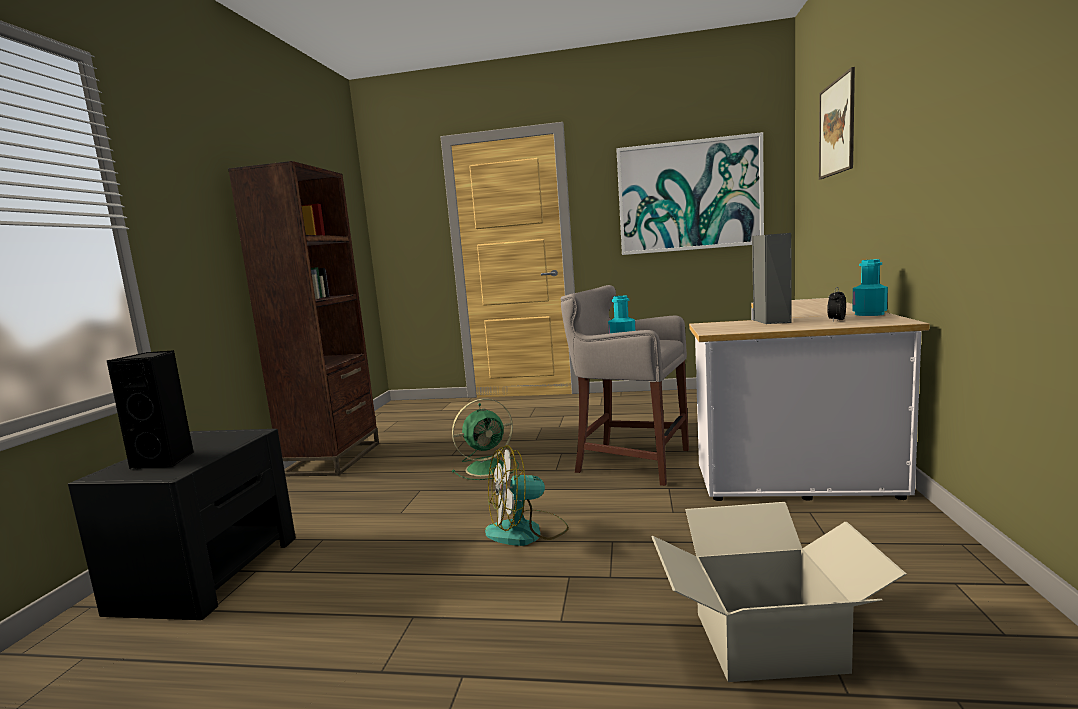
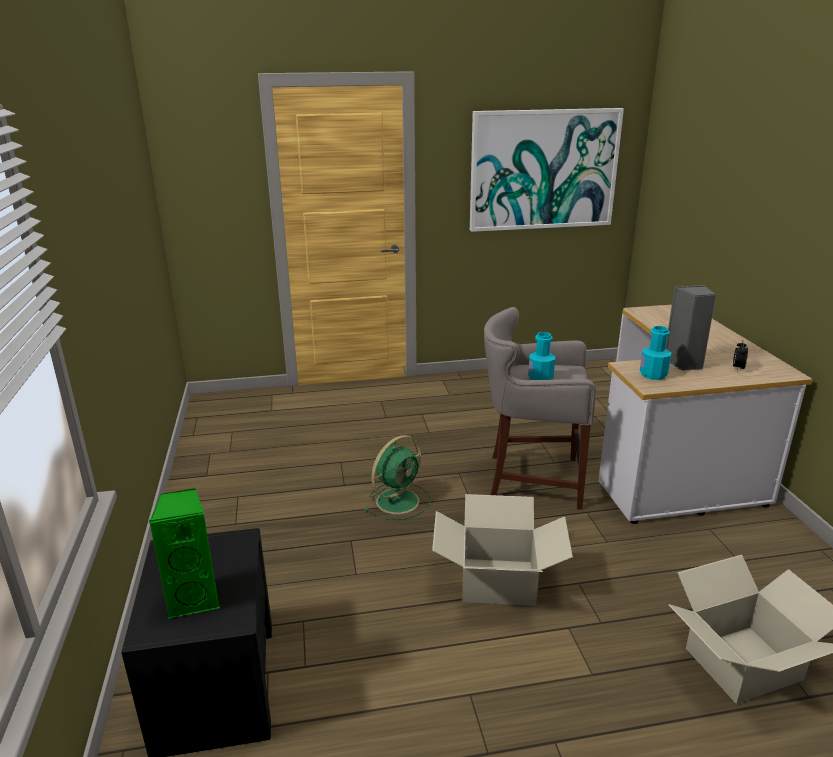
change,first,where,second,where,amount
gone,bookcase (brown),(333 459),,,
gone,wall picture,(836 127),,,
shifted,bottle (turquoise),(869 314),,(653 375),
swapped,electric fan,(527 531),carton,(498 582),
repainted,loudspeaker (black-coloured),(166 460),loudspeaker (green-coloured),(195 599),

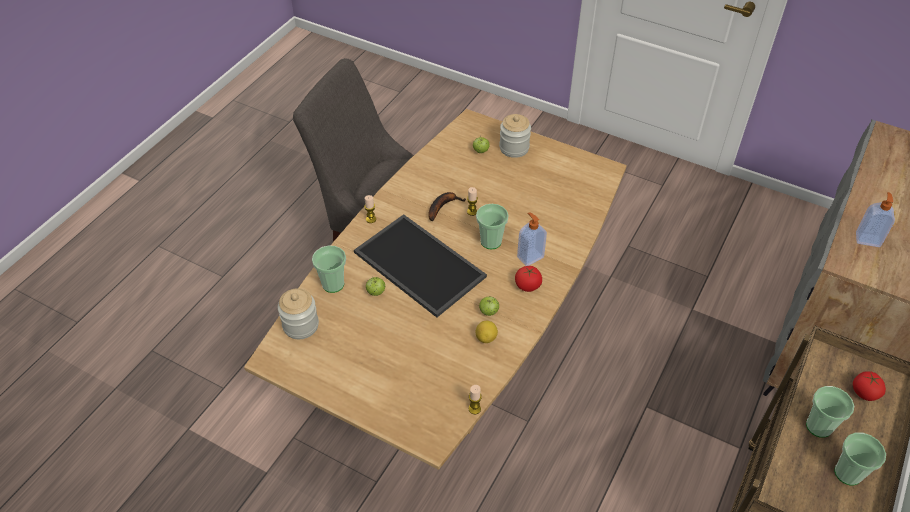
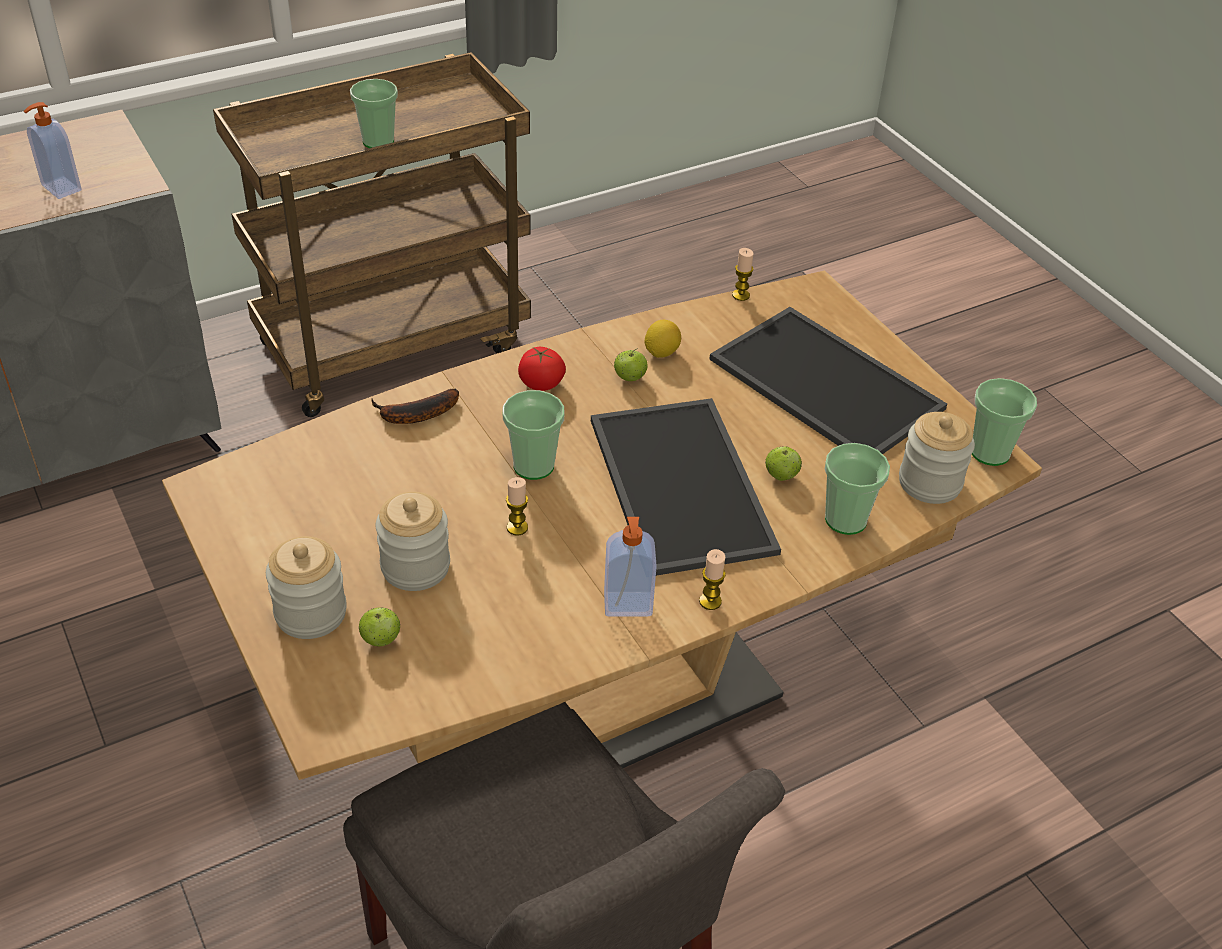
change,first,where,second,where,amount
gone,tomato,(864 393),,,
new,,,storage jar,(415 567),
new,,,serving tray,(821 384),
shifted,whole banana,(443 206),,(414 415),
shifted,soap dispenser,(529 256),,(628 606),
shifted,small cup,(847 473),,(990 452),

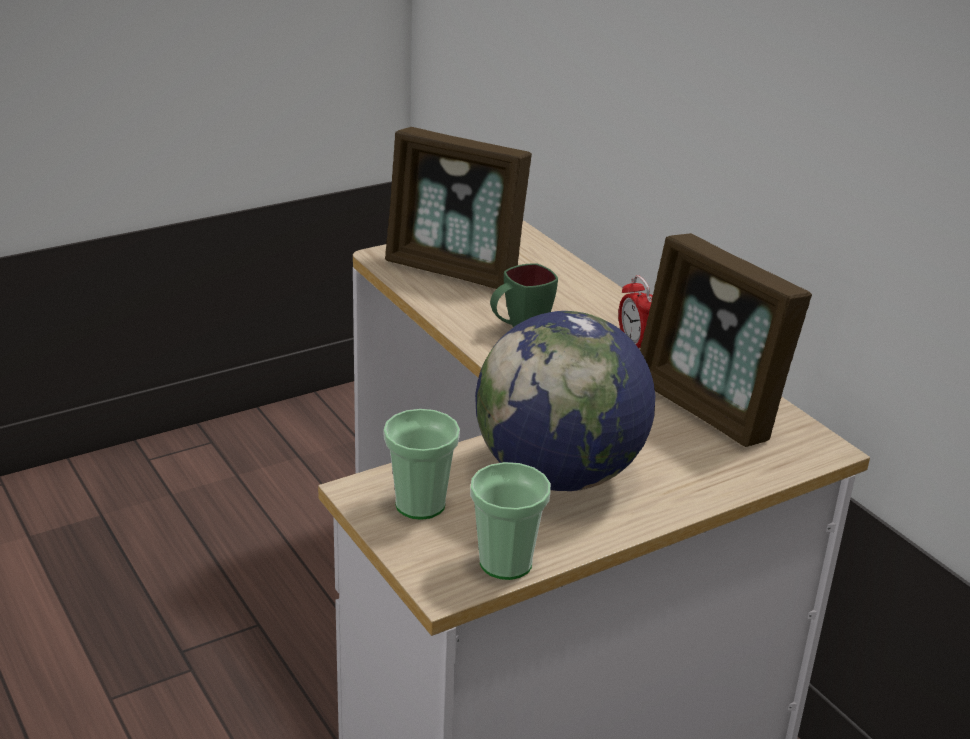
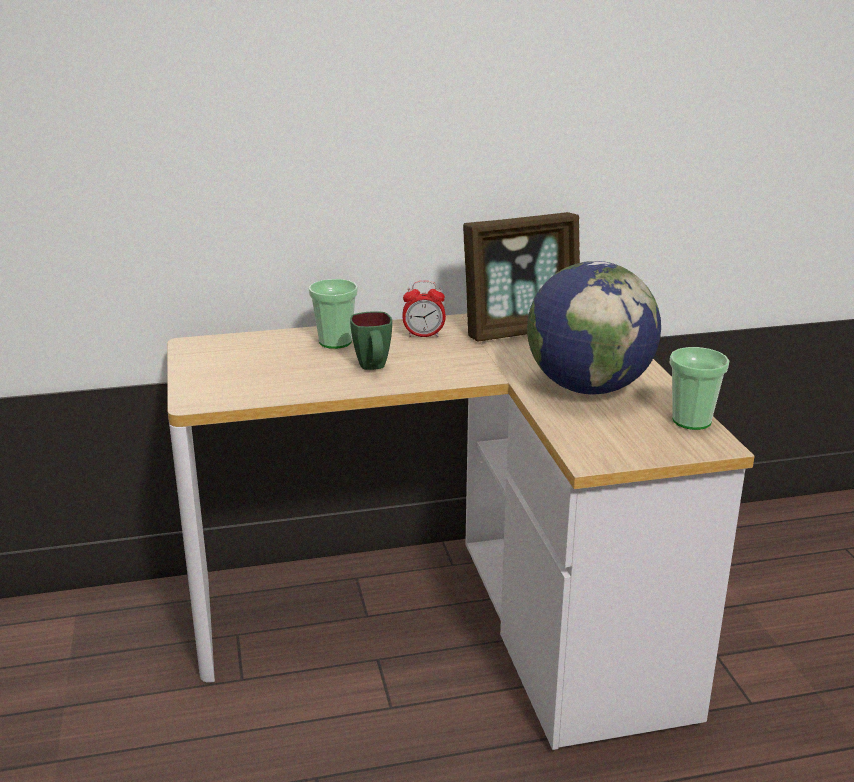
change,first,where,second,where,amount
gone,standing frame,(455 270),,,
shifted,small cup,(420 504),,(335 342),

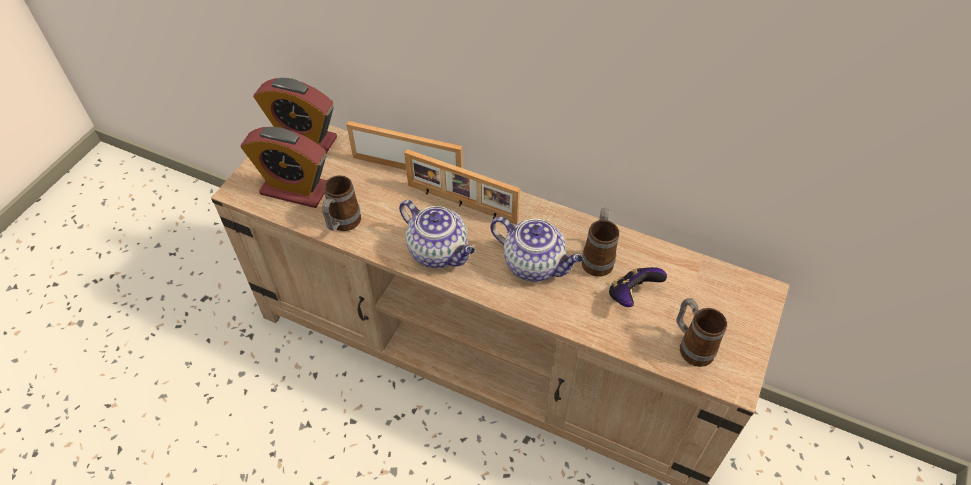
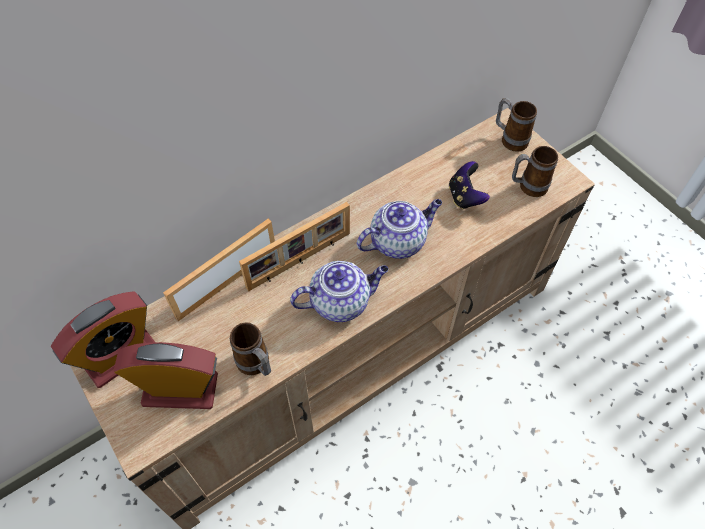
change,first,where,second,where,amount
shifted,coffee mug,(598 258),,(509 139),
rotated,bedside clock,(295 189),,(180 390),135 degrees counterclockwise

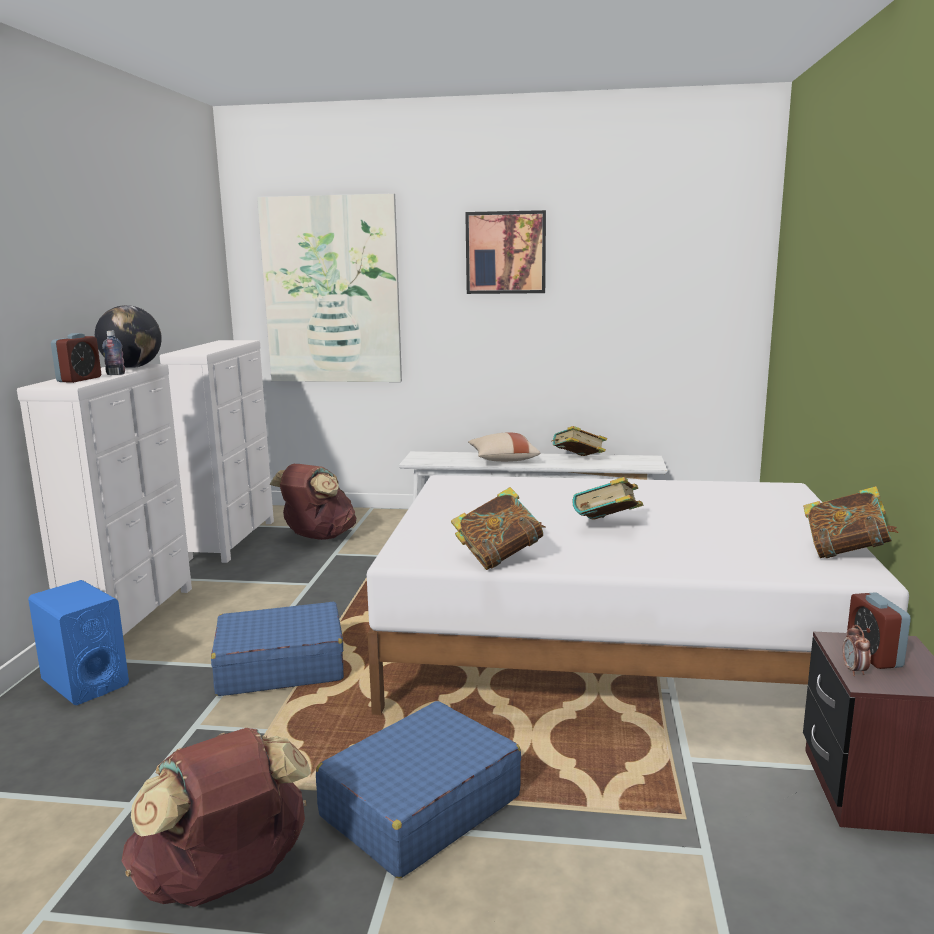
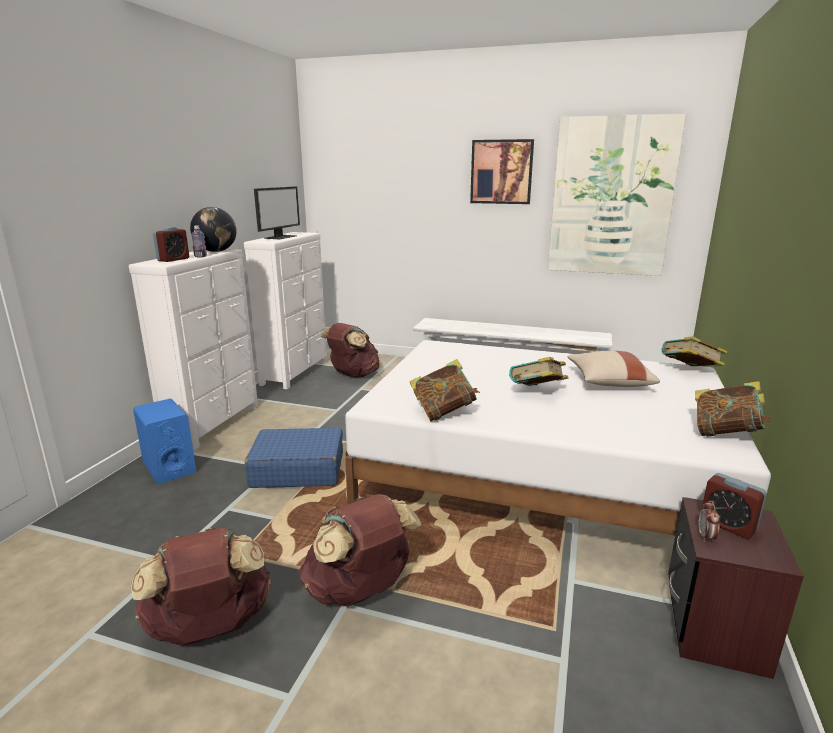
change,first,where,second,where,amount
new,,,monitor,(280 237),
shifted,wall picture,(331 290),,(611 197),
shifted,throw pillow (beige),(503 460),,(609 382),
shifted,book,(578 460),,(689 371),
swapped,suitcase (bluish),(419 806),rucksack (brown),(360 591),
rotated,bedside clock,(873 655),,(727 525),45 degrees counterclockwise

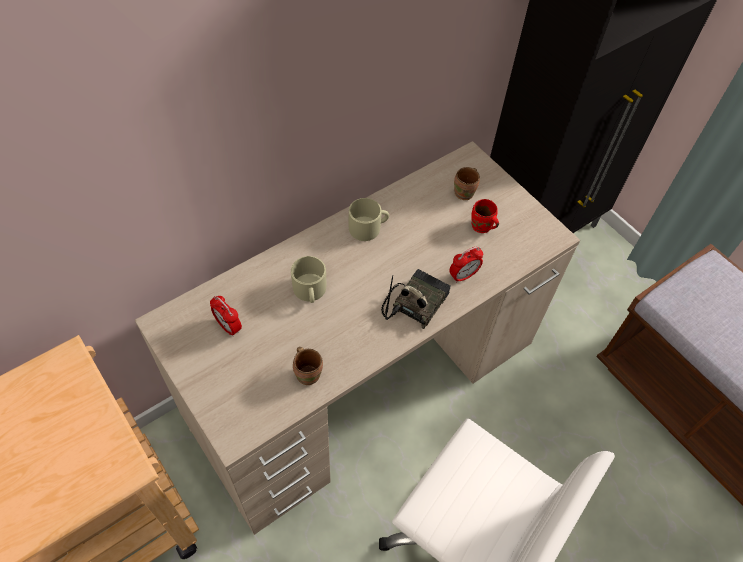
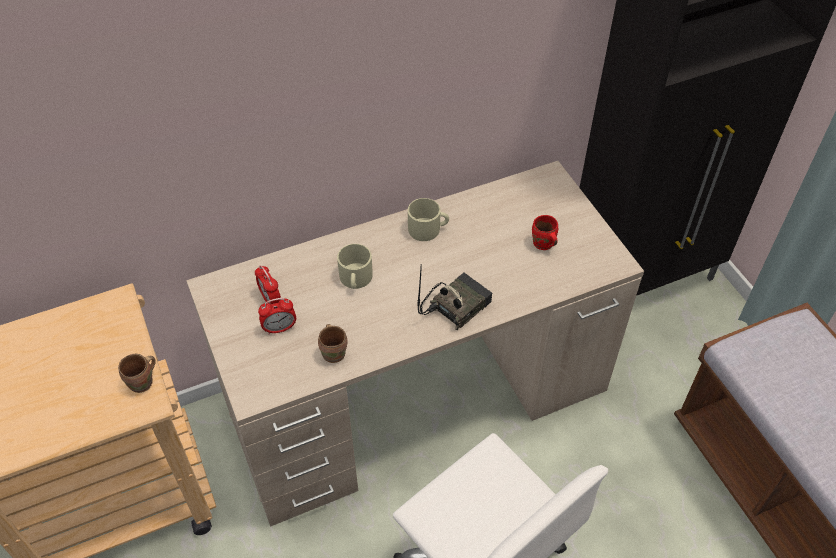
change,first,where,second,where,amount
shifted,bedside clock,(463 276),,(279 328),
shifted,coffee mug (brown),(465 193),,(143 383),

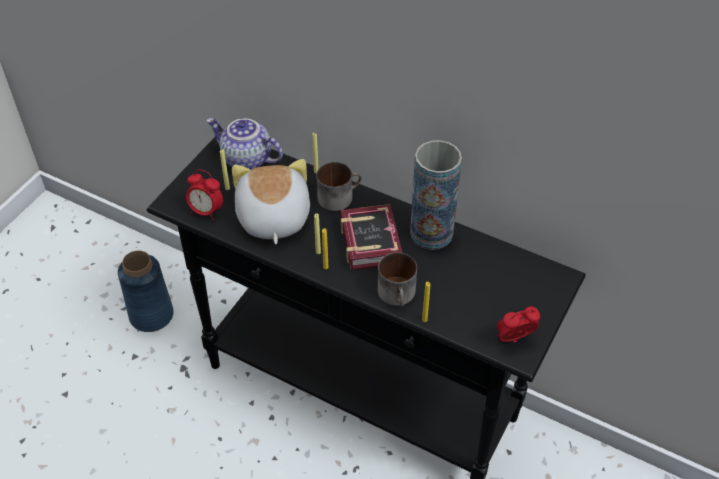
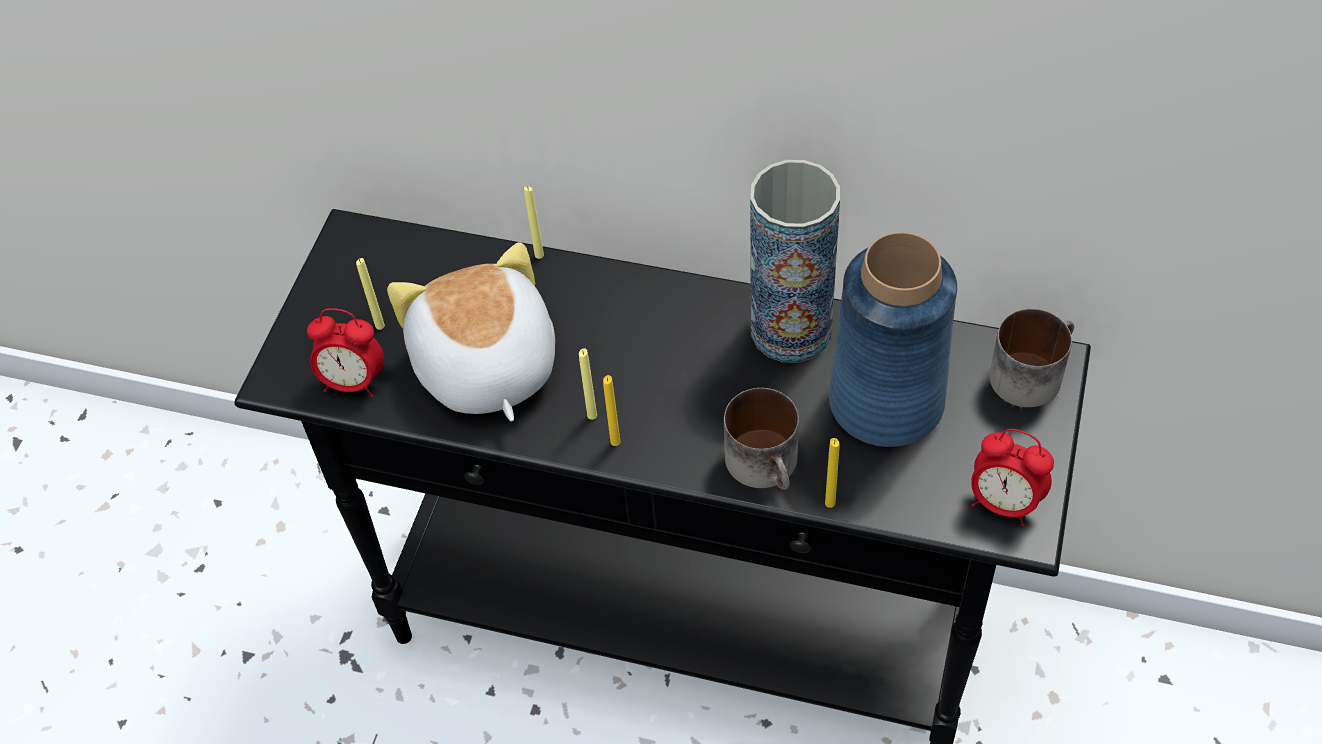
change,first,where,second,where,amount
gone,teapot,(245 160),,,
gone,book,(371 239),,,
shifted,decorative vase (bluish),(151 315),,(887 403),
shifted,coffee mug,(339 196),,(1030 371),
rotated,bedside clock,(514 339),,(1003 503),120 degrees counterclockwise

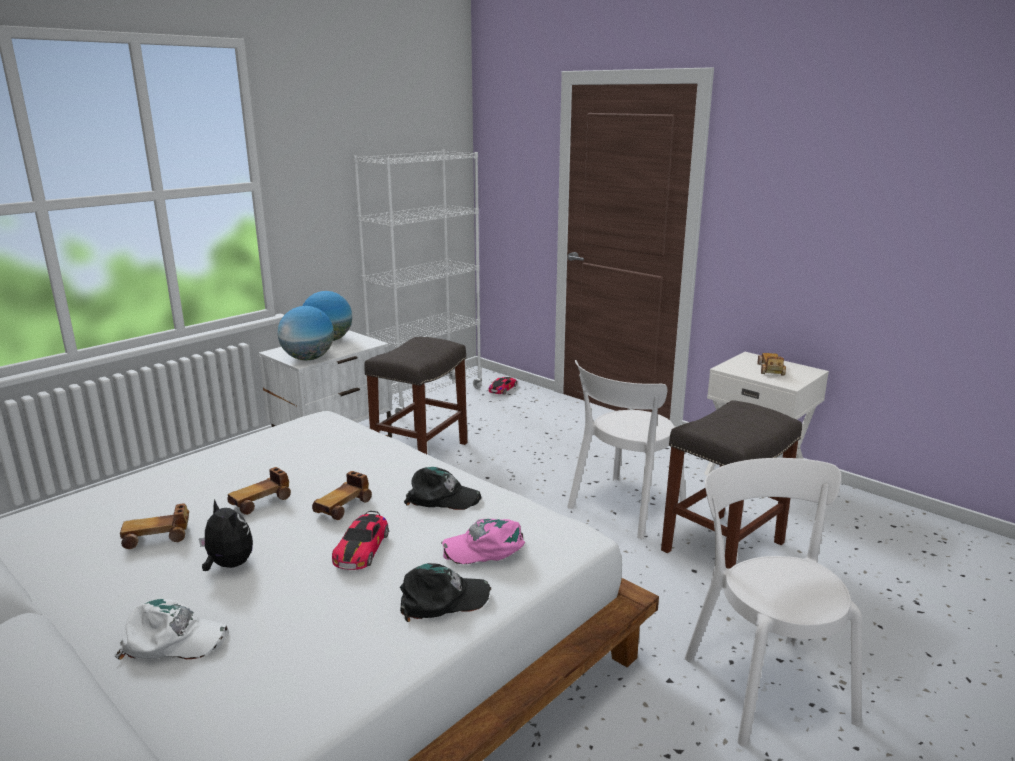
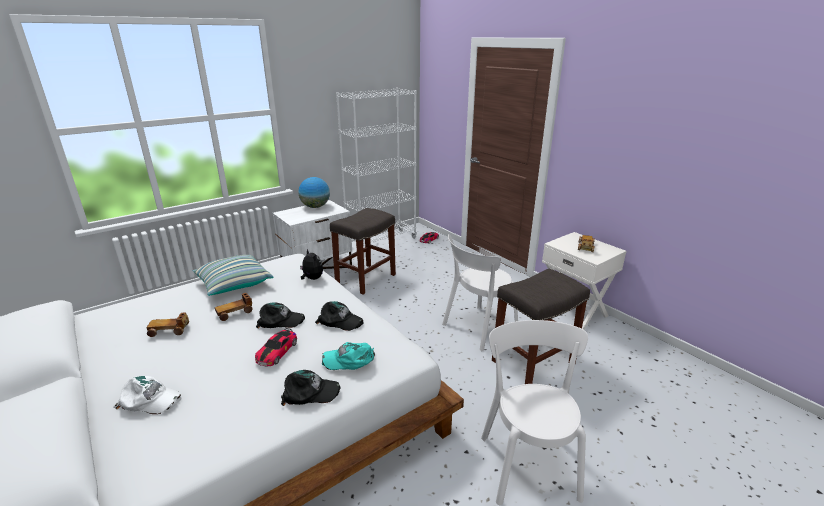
change,first,where,second,where,amount
gone,desk globe,(308 359),,,
new,,,throw pillow,(234 284),
shifted,soft toy,(228 565),,(312 278),
swapped,miniature car,(343 506),cap (black-coloured),(280 320),
repainted,cap (pinkish),(485 547),cap (turquoise),(349 359),

